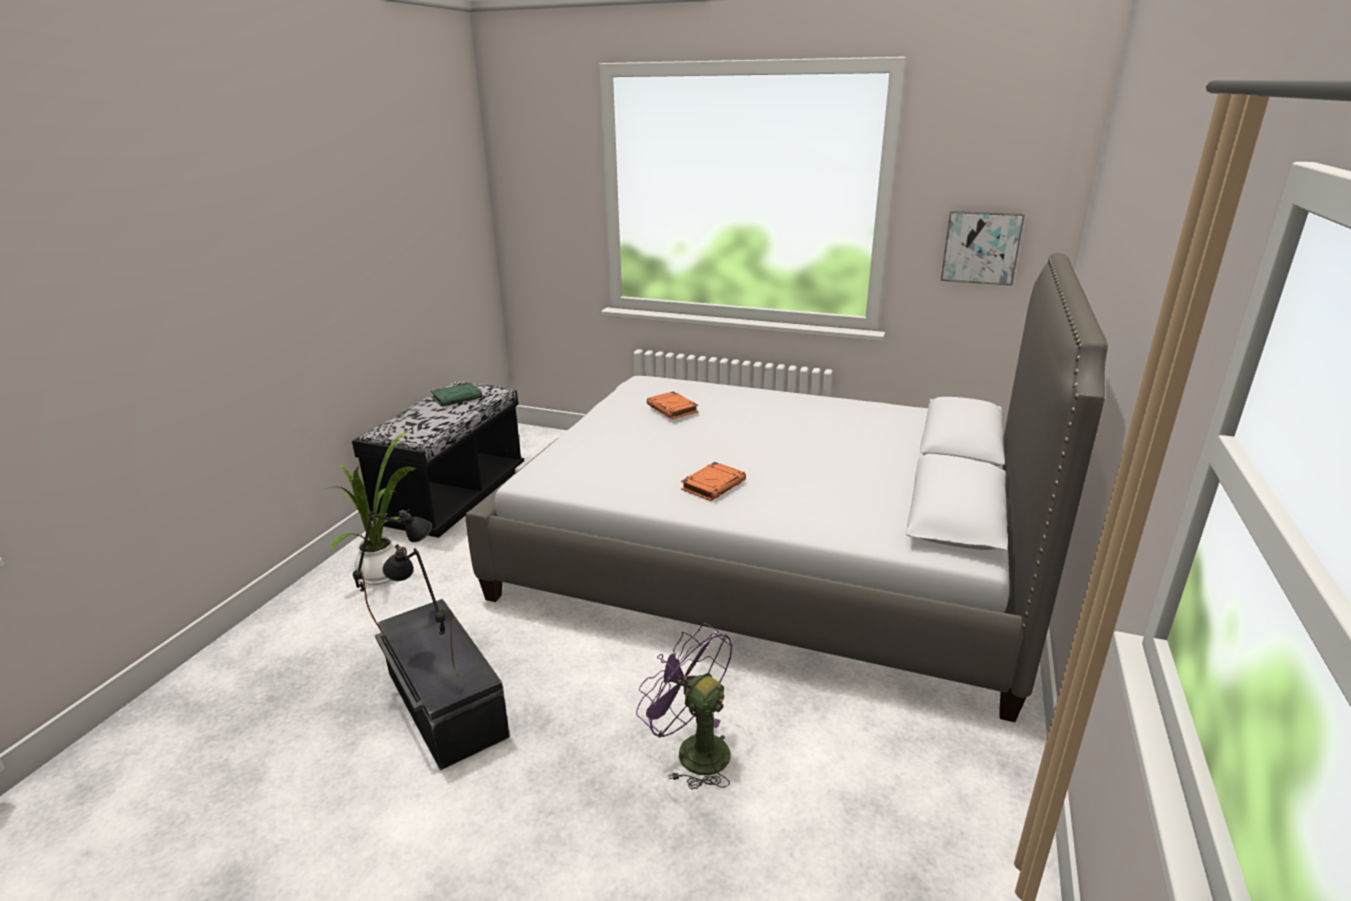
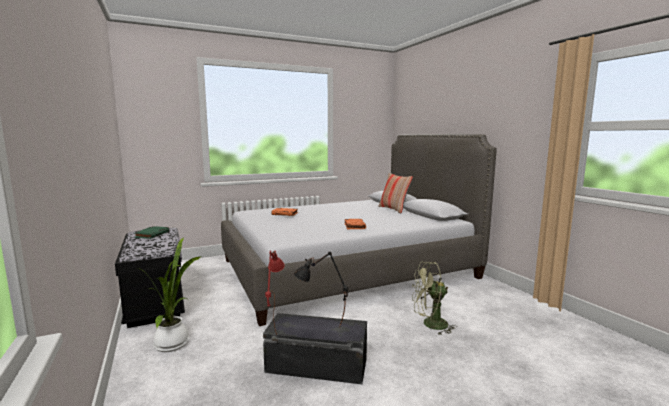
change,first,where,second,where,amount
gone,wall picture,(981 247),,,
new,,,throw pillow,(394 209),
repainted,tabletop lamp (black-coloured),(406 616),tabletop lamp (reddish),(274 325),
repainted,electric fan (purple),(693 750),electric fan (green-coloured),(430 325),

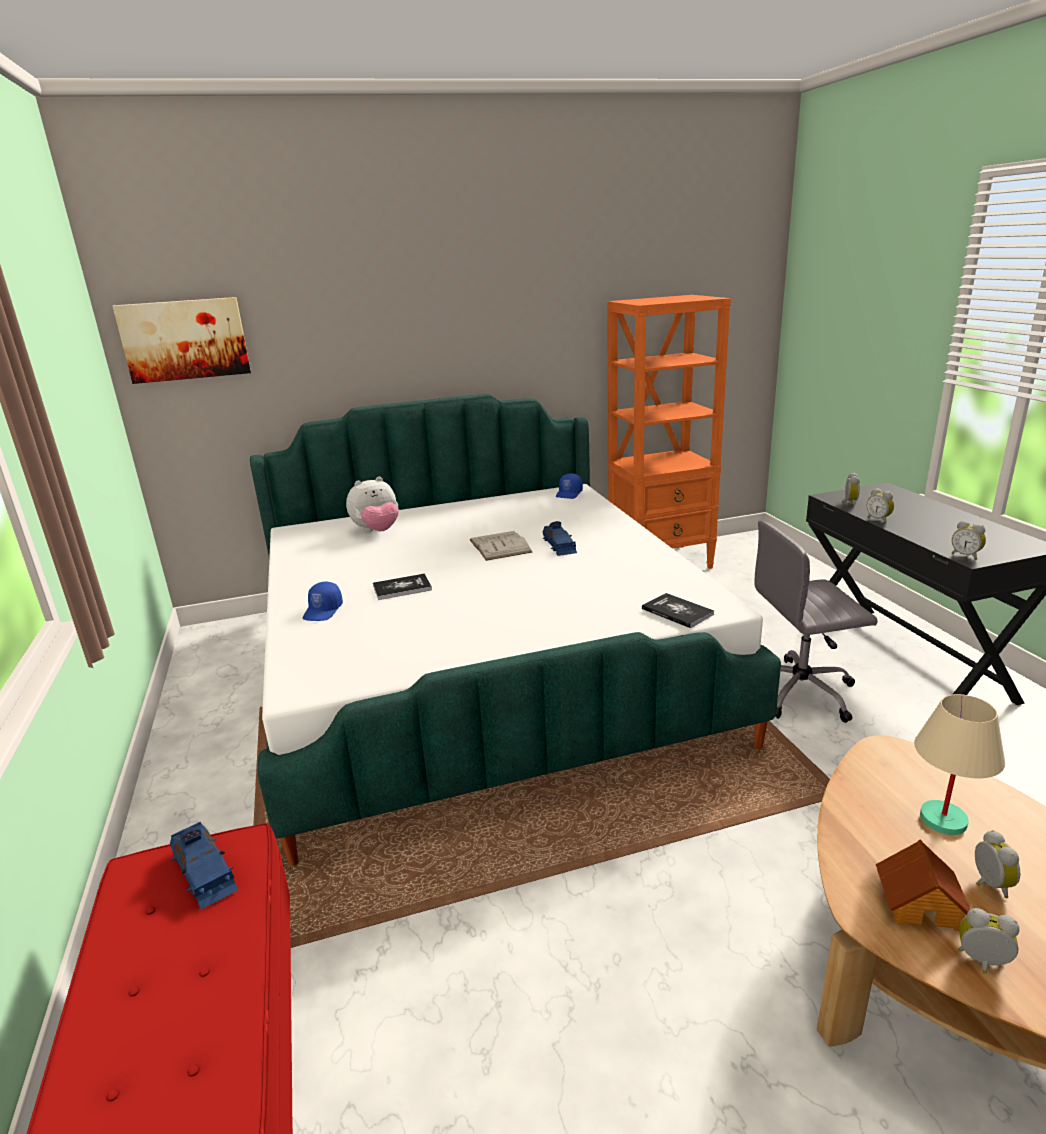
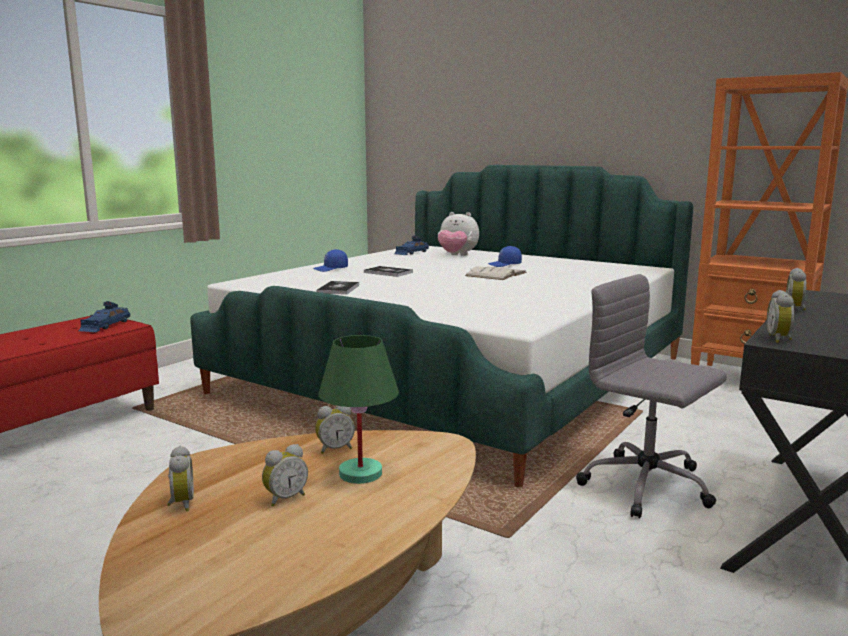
change,first,where,second,where,amount
gone,wall picture,(185 340),,,
gone,toy house,(920 903),,,
shifted,miniature car (bluish),(559 545),,(411 253),
shifted,cap (bluish),(569 494),,(505 265),
shifted,book,(677 612),,(338 289),
shifted,bedside clock,(849 502),,(335 449),
repainted,tabletop lamp (beige),(943 819),tabletop lamp (green-coloured),(361 474),

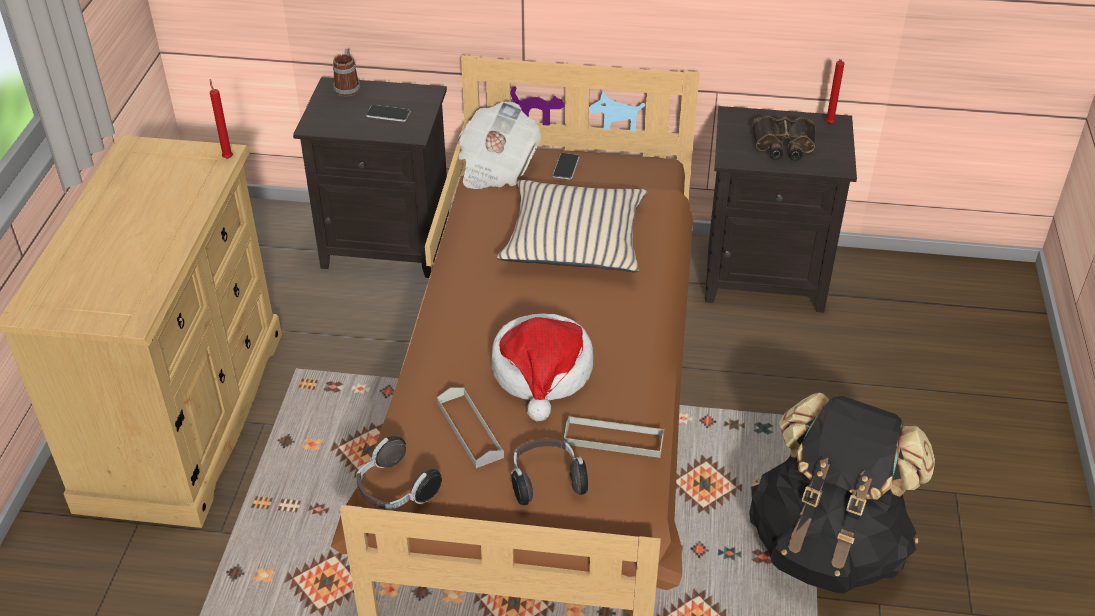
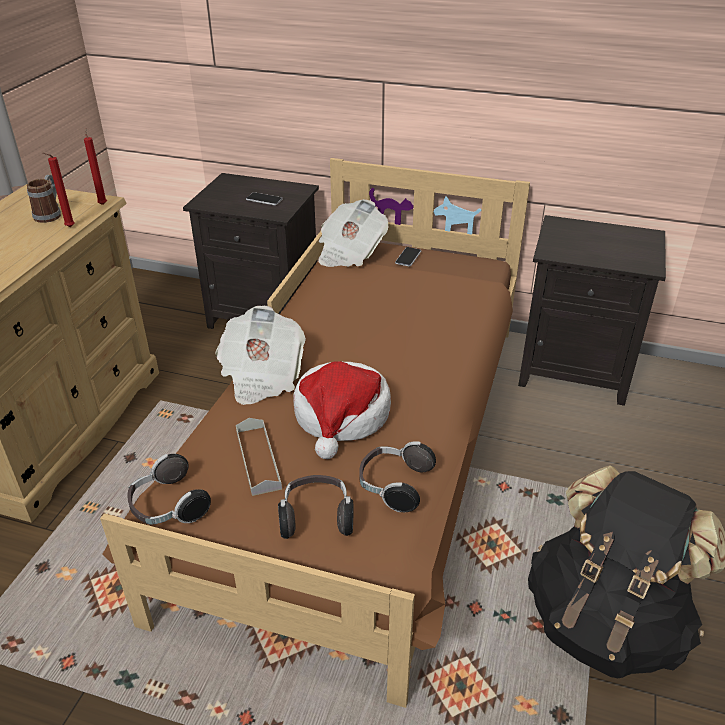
change,first,where,second,where,amount
gone,throw pillow (beige),(574 239),,,
gone,binoculars,(783 145),,,
new,,,daily paper,(261 375),
shifted,coffee mug,(348 86),,(50 214),
shifted,wax light (reddish),(828 124),,(68 227),
swapped,serving tray (greyish),(614 439),headset,(394 485),

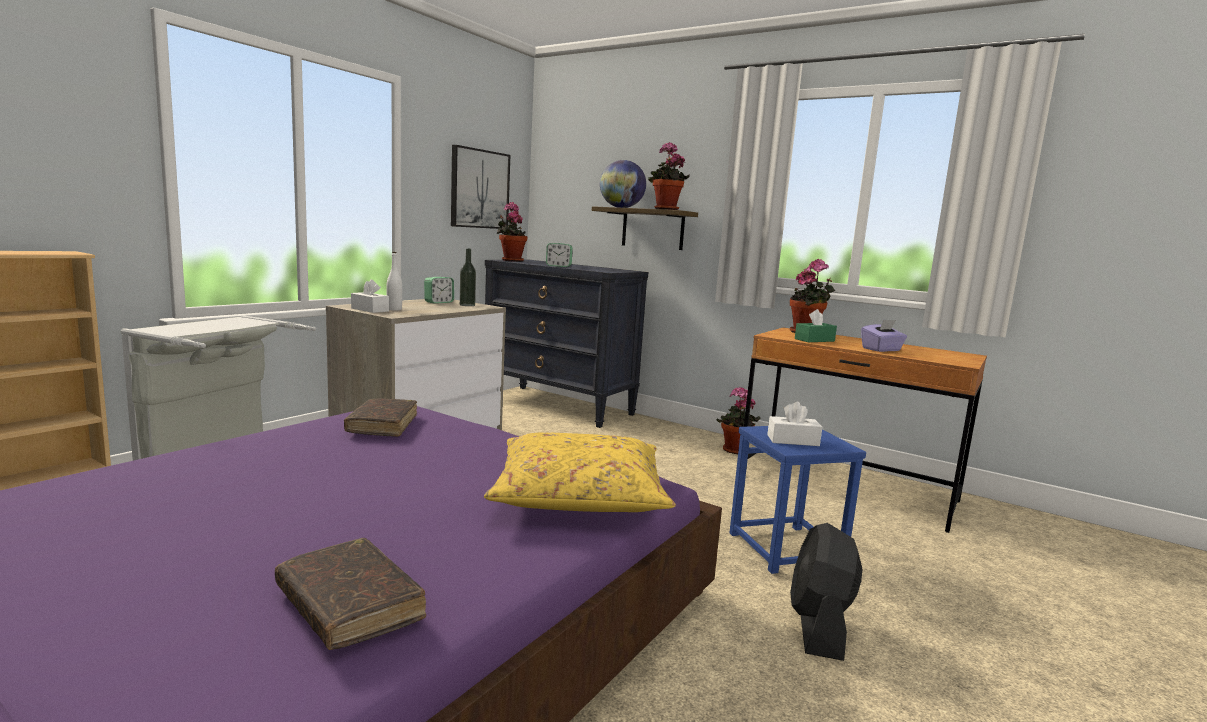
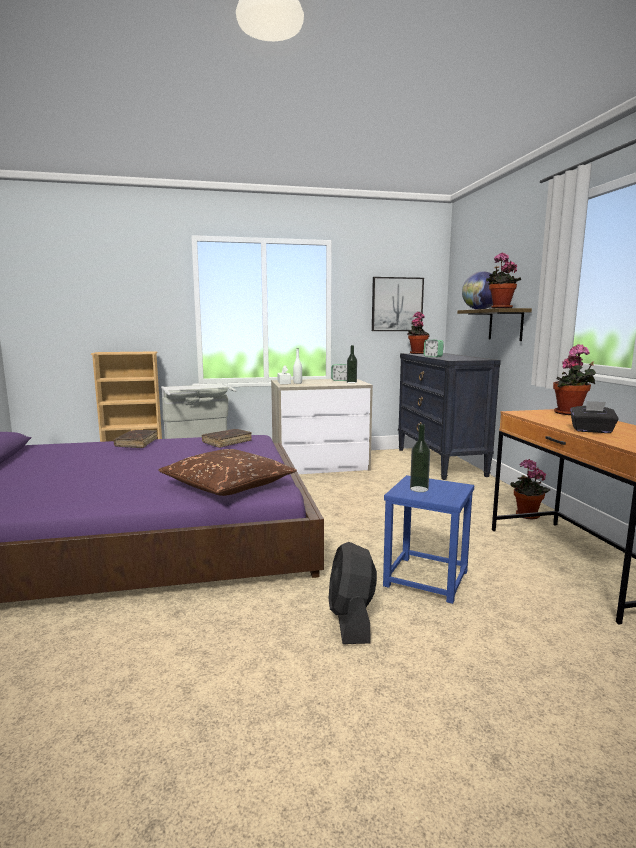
change,first,where,second,where,amount
gone,box of tissues (green-coloured),(814 340),,,
shifted,book (brown),(349 605),,(136 443),
swapped,box of tissues (white),(793 440),bottle,(419 489),
repainted,throw pillow (yellowish),(579 494),throw pillow (brown),(228 485),
repainted,box of tissues (purple),(881 350),box of tissues (black-coloured),(592 430),
rotated,electric fan (black-coloured),(818 627),,(351 620),60 degrees counterclockwise

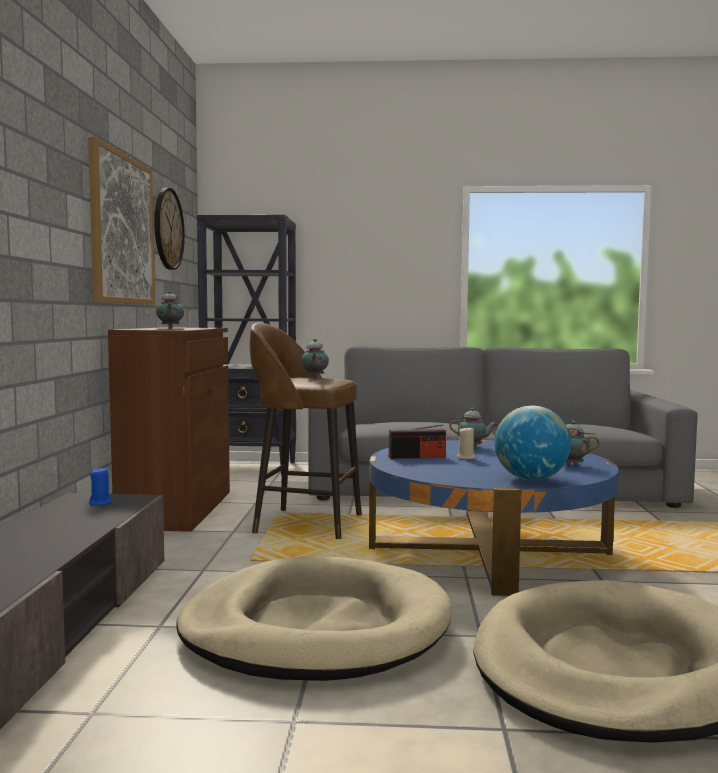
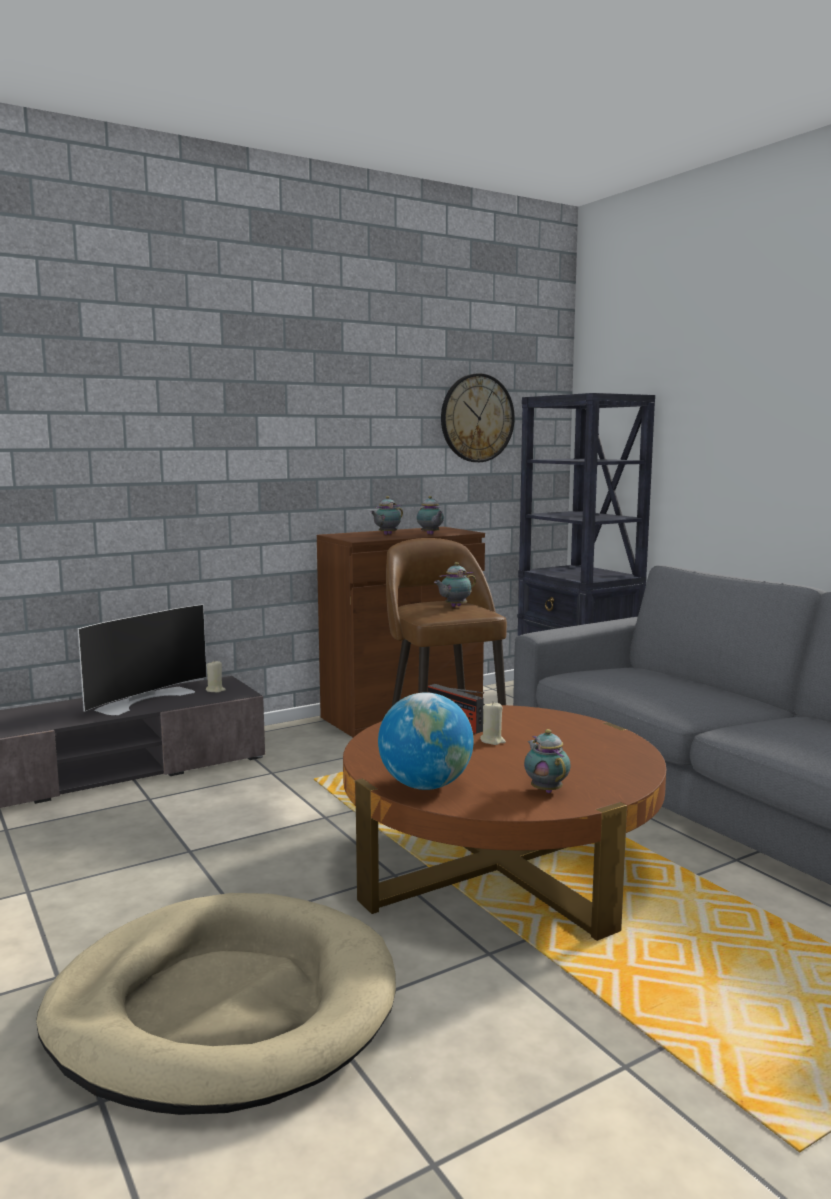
change,first,where,second,where,amount
gone,wall picture,(121 229),,,
gone,pet bed (beige),(315 628),,,
new,,,television,(144 699),
shifted,teapot,(473 447),,(430 534),
repainted,wax light (bluish),(100 503),wax light (beige),(215 690),
repainted,lounge table (bluish),(488 550),lounge table (brown),(499 864),

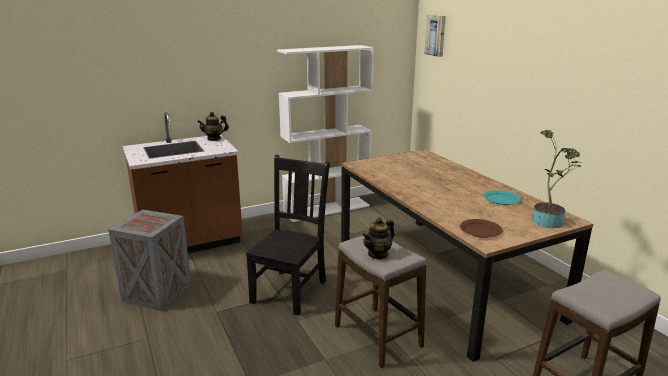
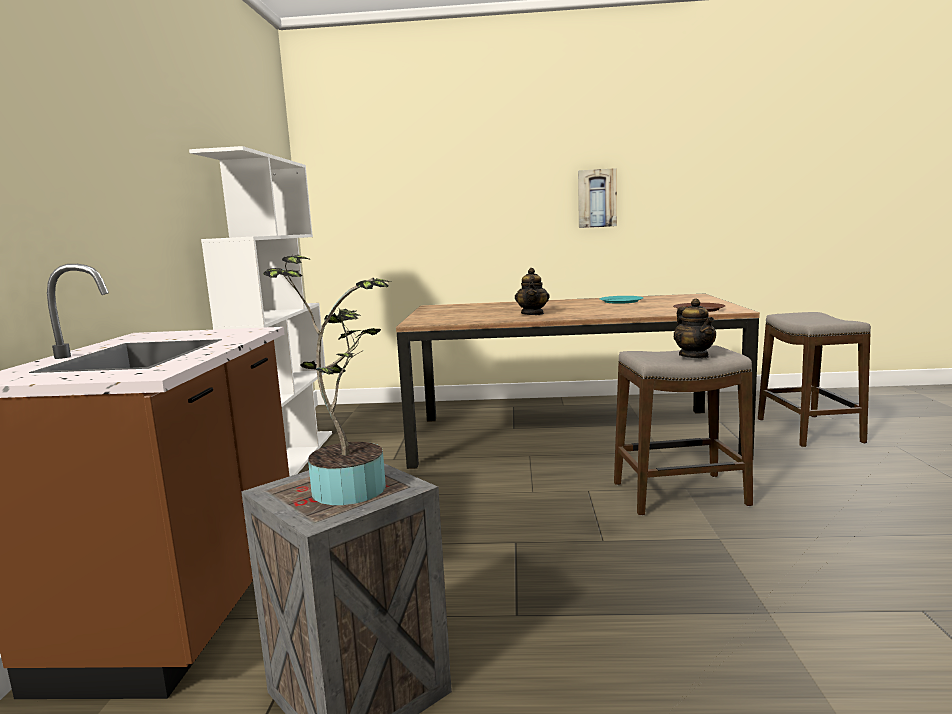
change,first,where,second,where,amount
gone,upright chair (black-coloured),(290 290),,,
shifted,teapot,(214 139),,(532 314),
shifted,wall picture,(436 35),,(597 198),
shifted,houseplant,(549 220),,(350 485),

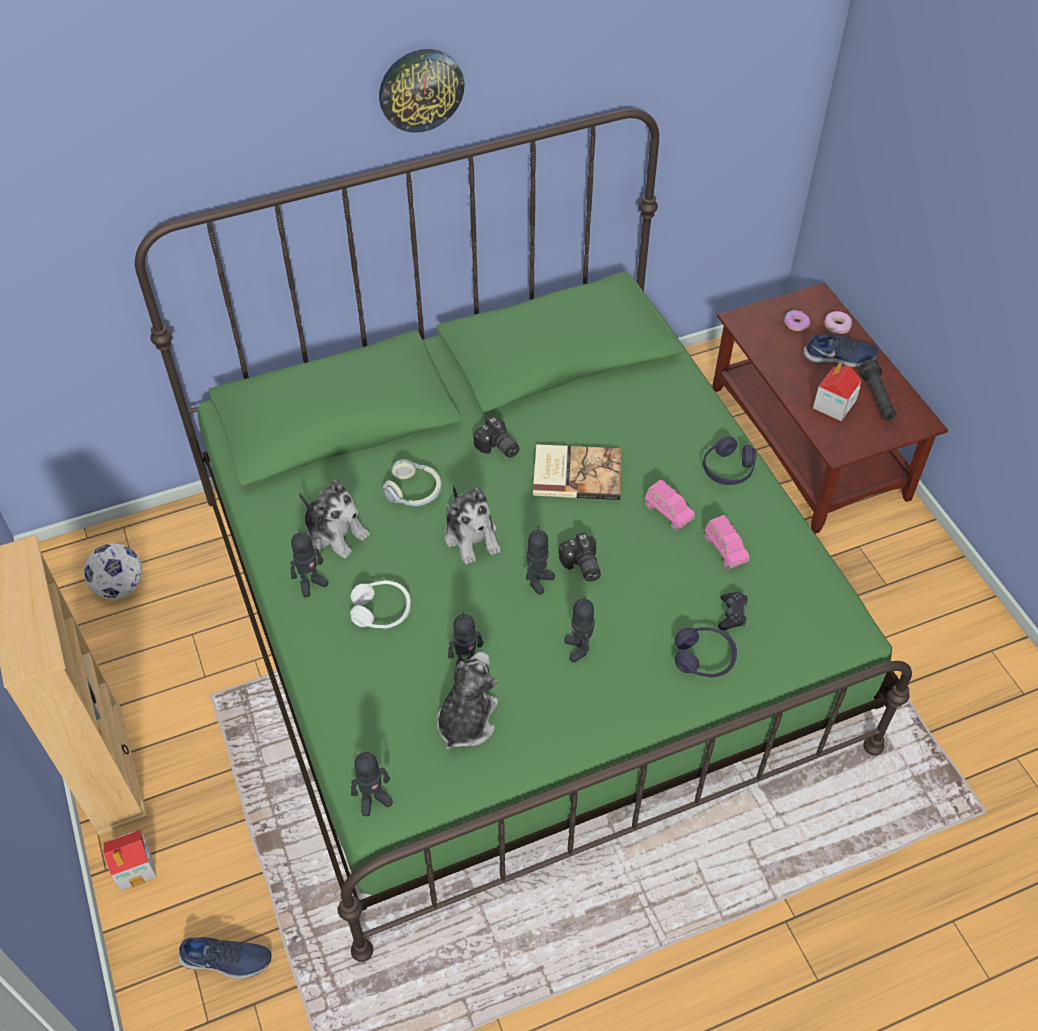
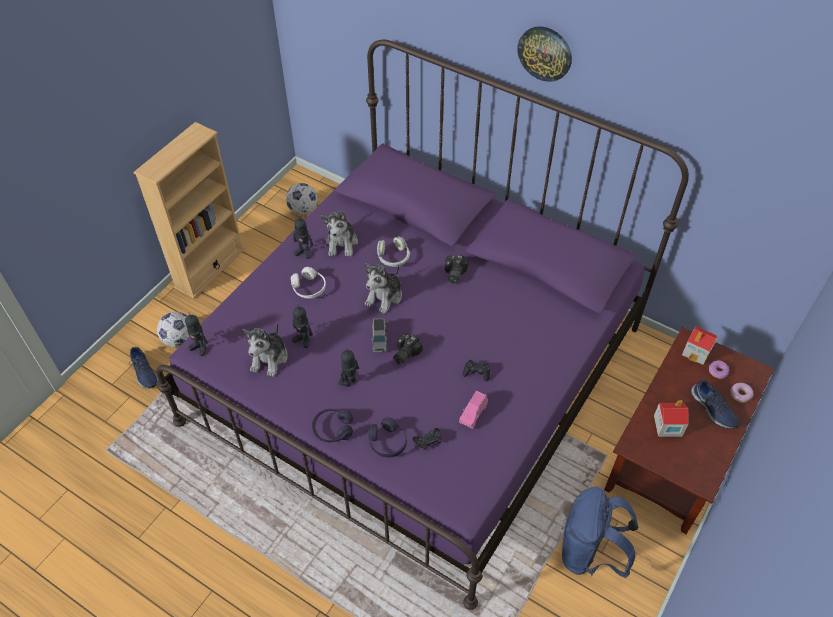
change,first,where,second,where,amount
gone,book,(576 473),,,
gone,flashlight (black-coloured),(876 398),,,
new,,,ball for football,(179 340),
new,,,rucksack (bluish),(589 553),
shifted,toy house,(135 867),,(697 352),
shifted,headset (purple),(728 469),,(333 429),
swapped,robot figure,(538 580),miniature car (greyish),(379 340),
swapped,miniature car (pinkish),(668 512),game controller (black-coloured),(476 373),
repainted,bedroom bed (green-coloured),(518 616),bedroom bed (purple),(416 373),
rotated,soft toy,(466 720),,(269 358),120 degrees clockwise

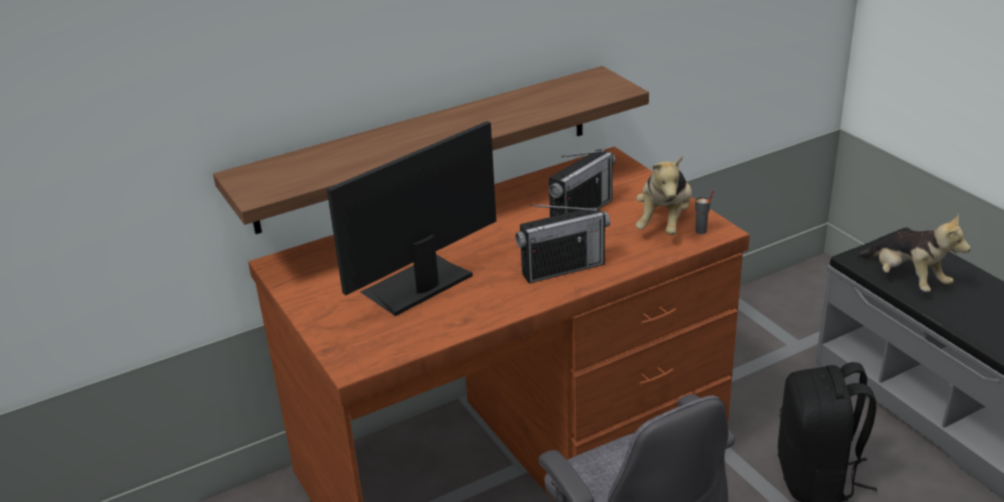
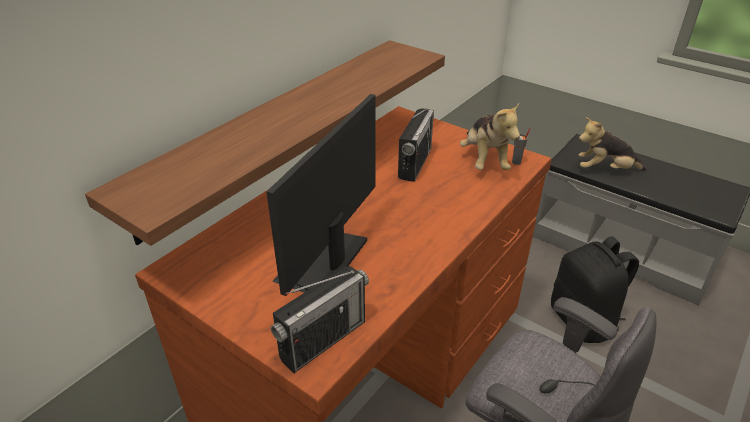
change,first,where,second,where,amount
shifted,radio,(562 268),,(323 340),
rotated,soft toy,(907 280),,(605 170),150 degrees clockwise

